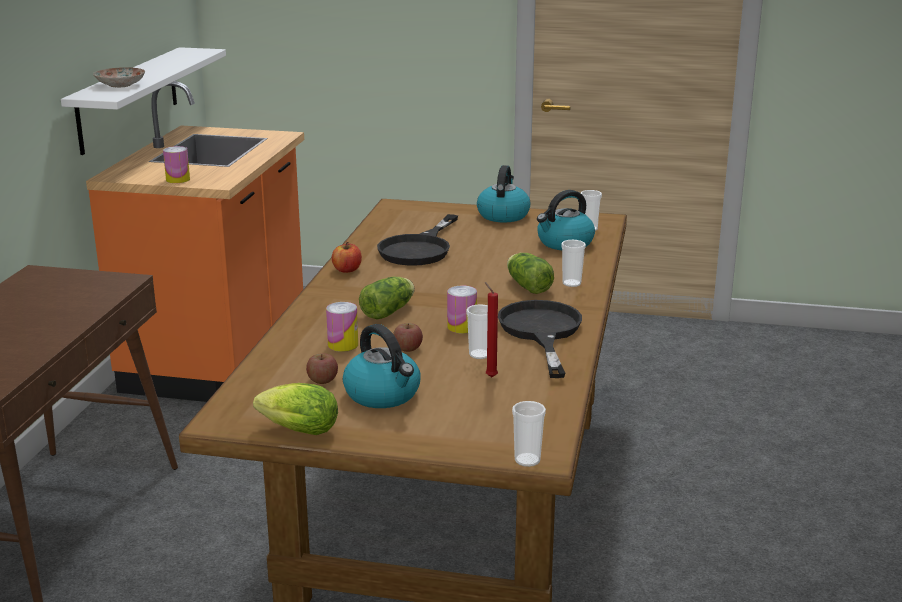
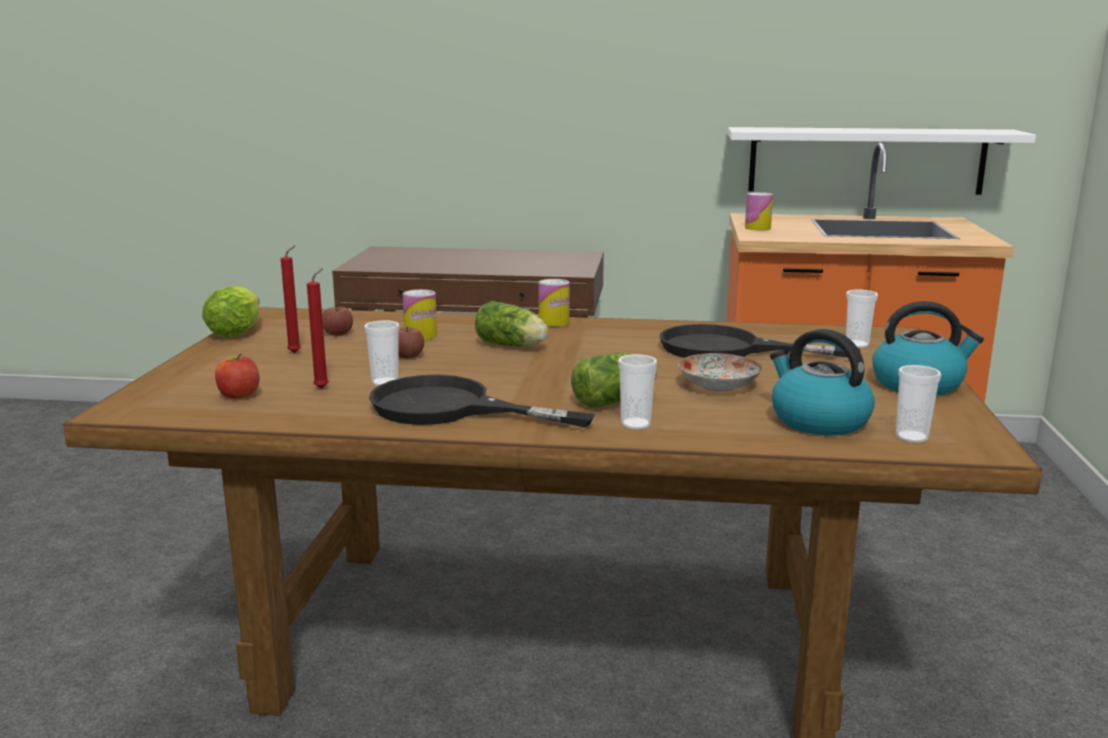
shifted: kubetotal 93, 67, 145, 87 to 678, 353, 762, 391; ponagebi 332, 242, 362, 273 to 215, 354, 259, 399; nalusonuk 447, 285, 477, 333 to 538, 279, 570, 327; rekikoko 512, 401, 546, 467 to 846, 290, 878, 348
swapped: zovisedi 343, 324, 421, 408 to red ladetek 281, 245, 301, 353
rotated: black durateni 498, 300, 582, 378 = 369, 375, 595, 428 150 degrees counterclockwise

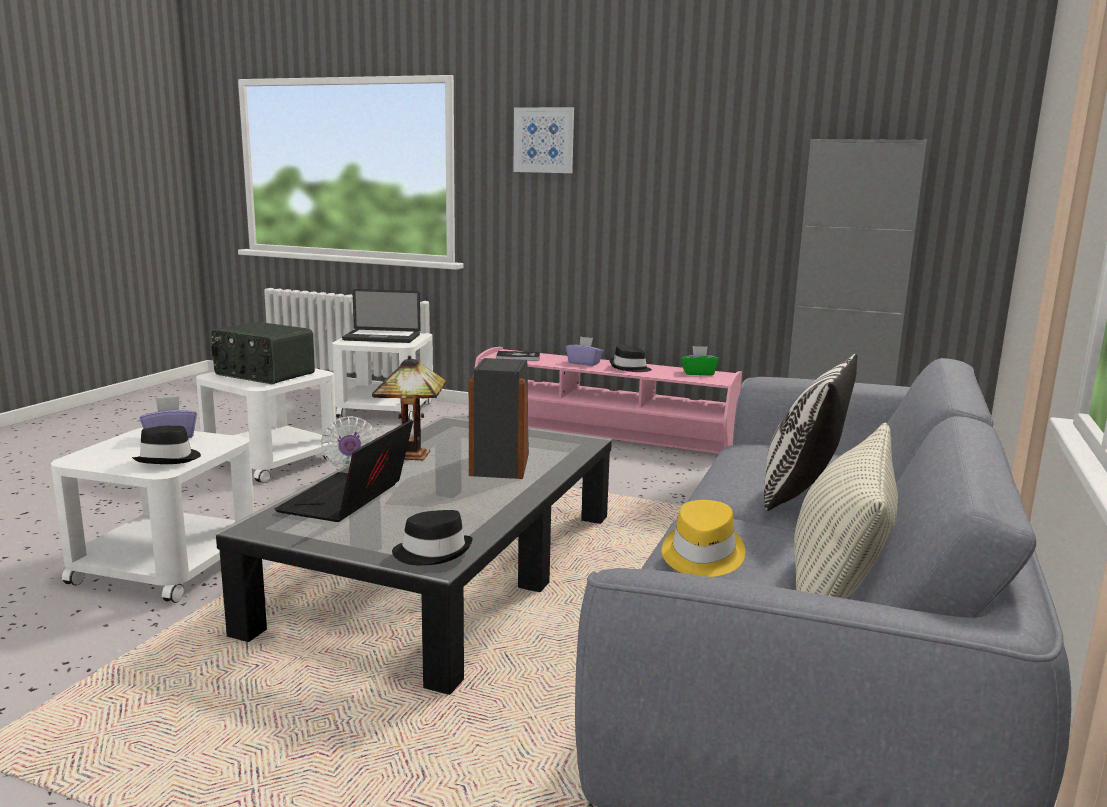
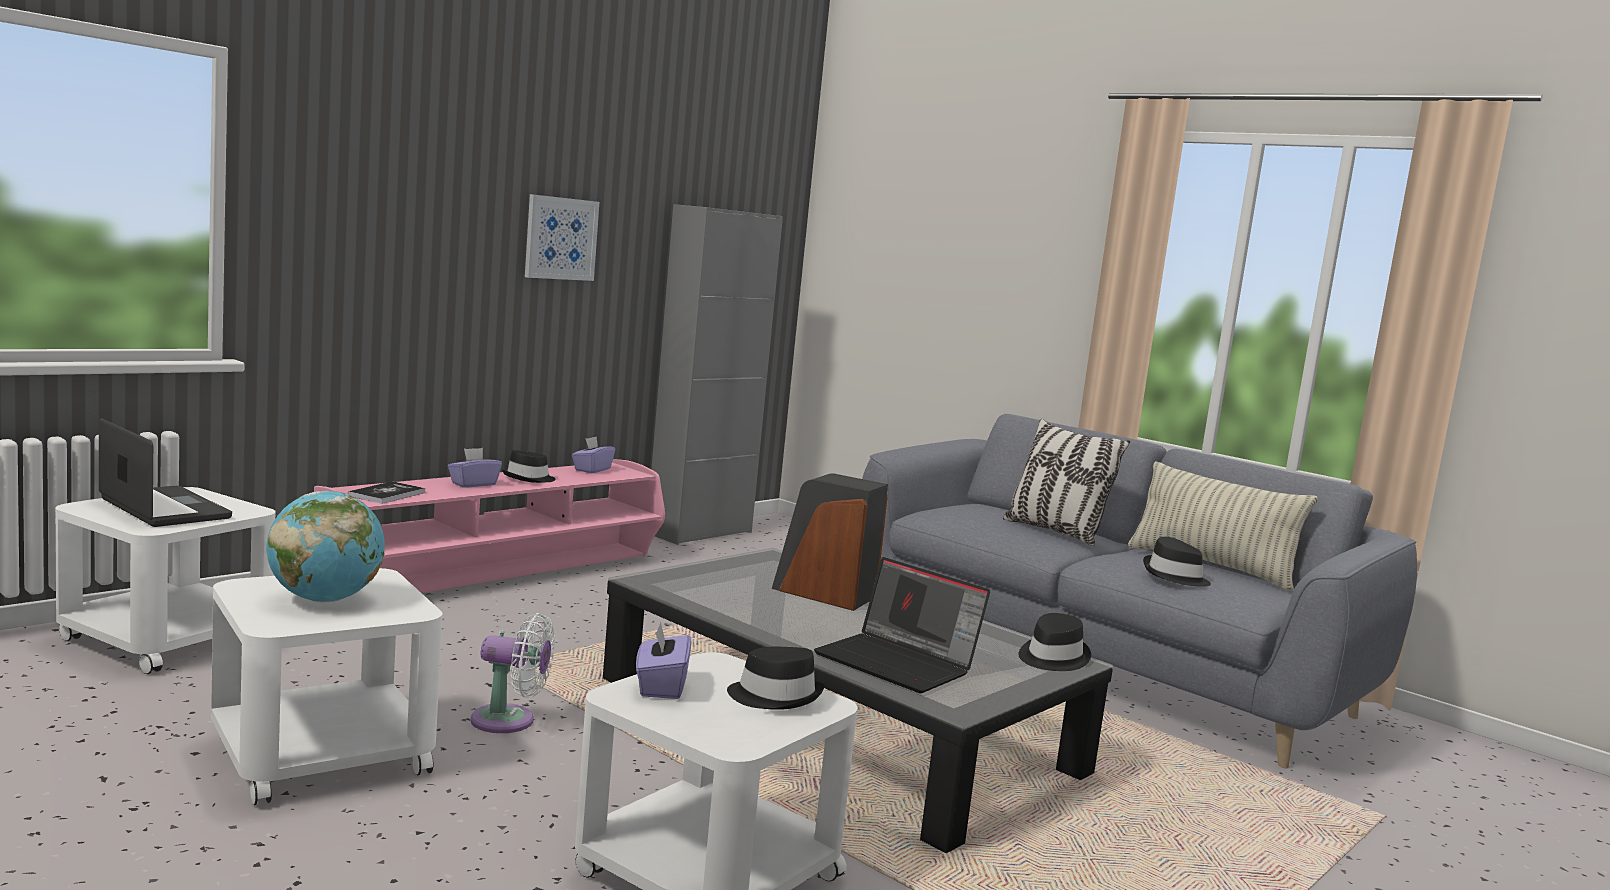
gone: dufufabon 372, 355, 446, 461
shifted: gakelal 513, 107, 574, 173 to 525, 194, 599, 281
swapped: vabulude 211, 322, 315, 384 to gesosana 267, 491, 385, 602
repainted: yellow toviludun 662, 500, 745, 577 to black toviludun 1143, 537, 1211, 587; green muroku 681, 346, 719, 376 to purple muroku 572, 437, 615, 473
rotated: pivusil 342, 289, 421, 343 = 99, 418, 232, 527 75 degrees counterclockwise

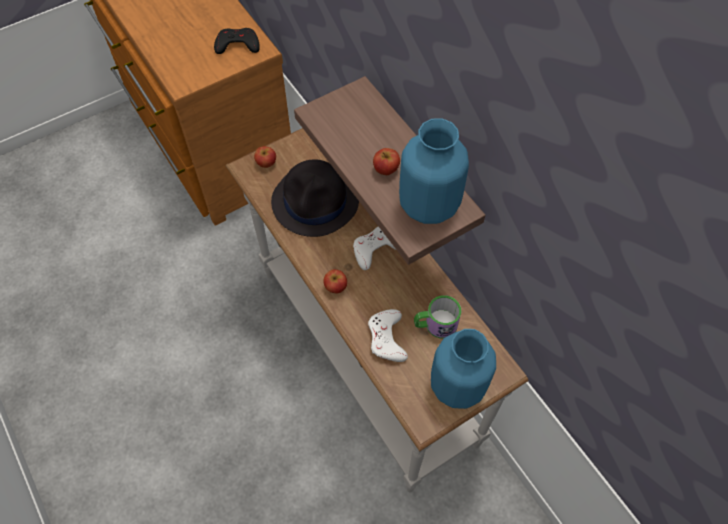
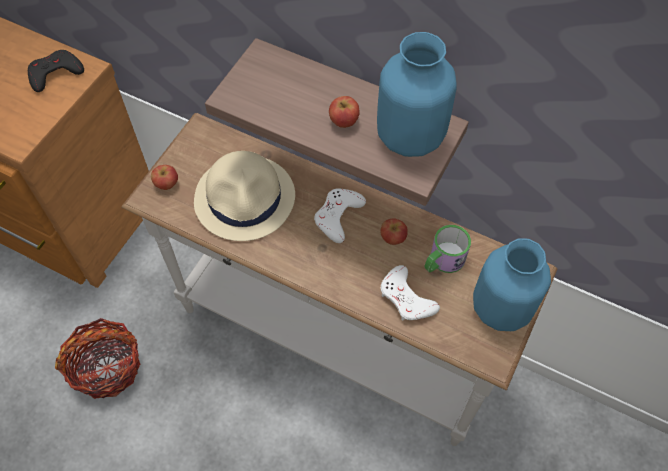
new: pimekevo 55, 318, 140, 399
shifted: ponagebi 323, 269, 347, 294 to 380, 218, 408, 245
repainted: black toviludun 271, 159, 359, 237 to beige toviludun 194, 151, 295, 241

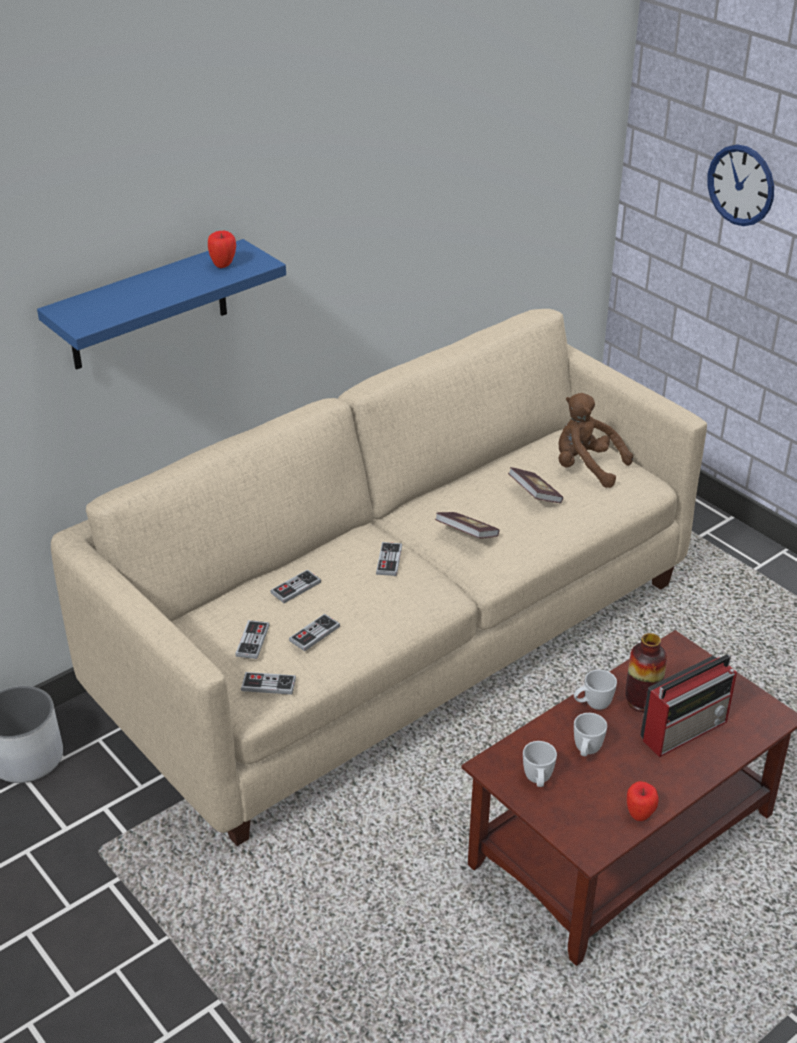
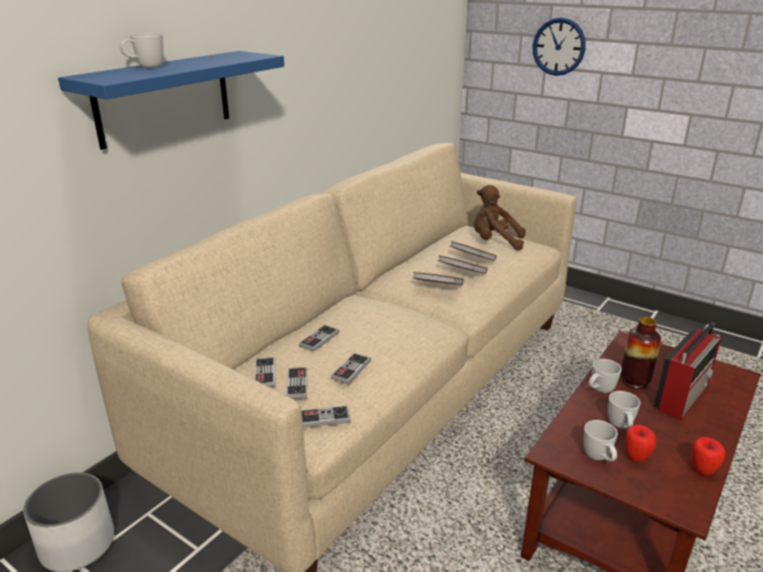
new: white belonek 120, 33, 164, 68; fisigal 438, 256, 487, 274
shifted: ponagebi 208, 231, 236, 268 to 625, 425, 656, 462; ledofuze 376, 542, 402, 576 to 255, 357, 275, 387

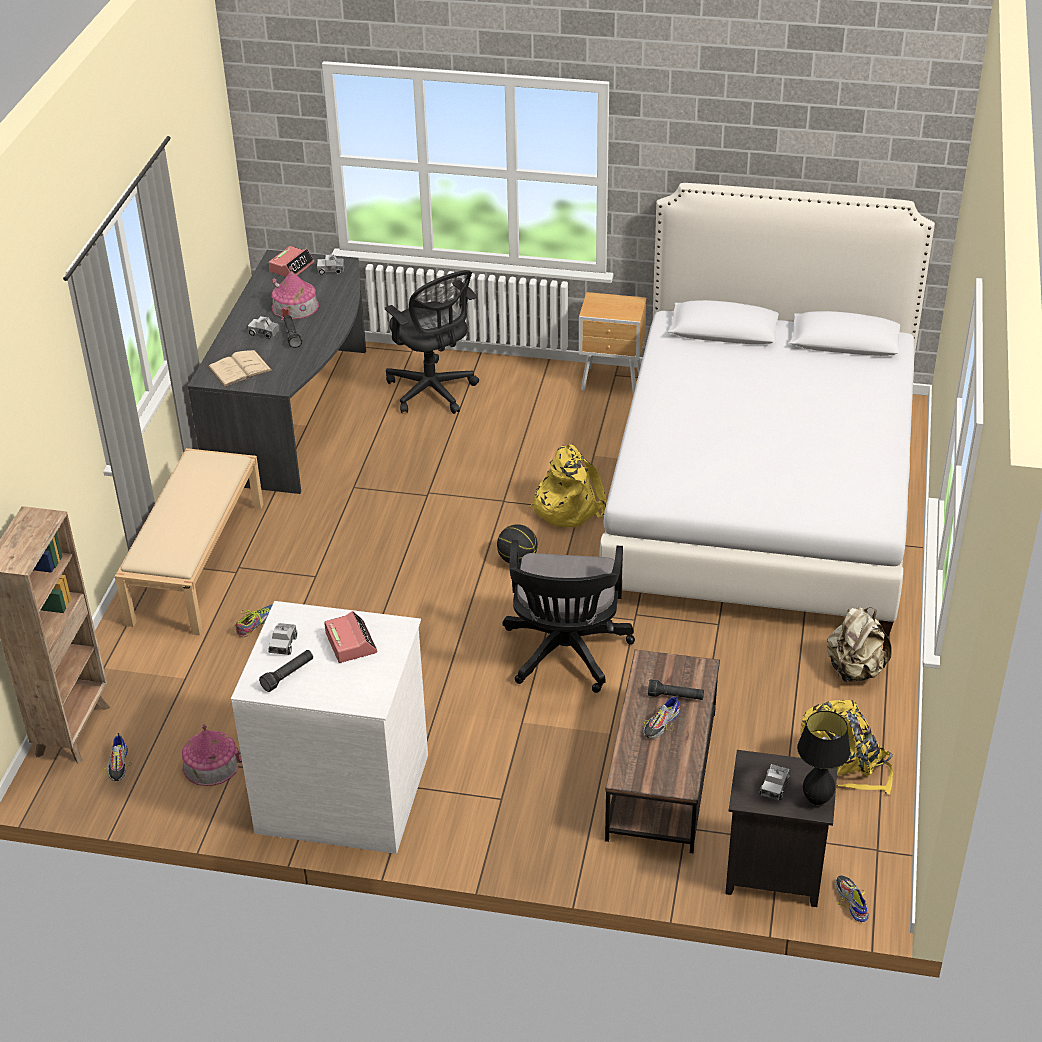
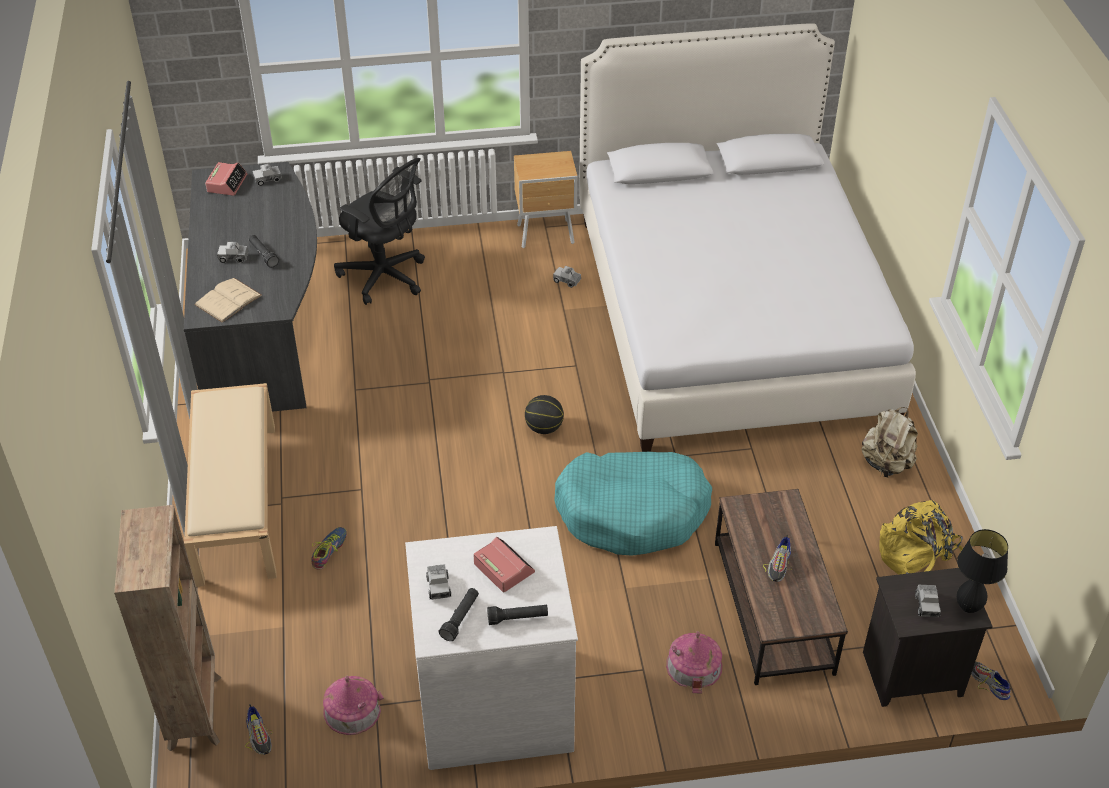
gone: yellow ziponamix 529, 444, 607, 527
new: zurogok 553, 266, 581, 288
shifted: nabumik 272, 266, 319, 321 to 666, 631, 722, 693; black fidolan 648, 679, 704, 700 to 487, 605, 548, 625
swapped: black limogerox 503, 540, 635, 693 to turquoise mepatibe 554, 452, 712, 556

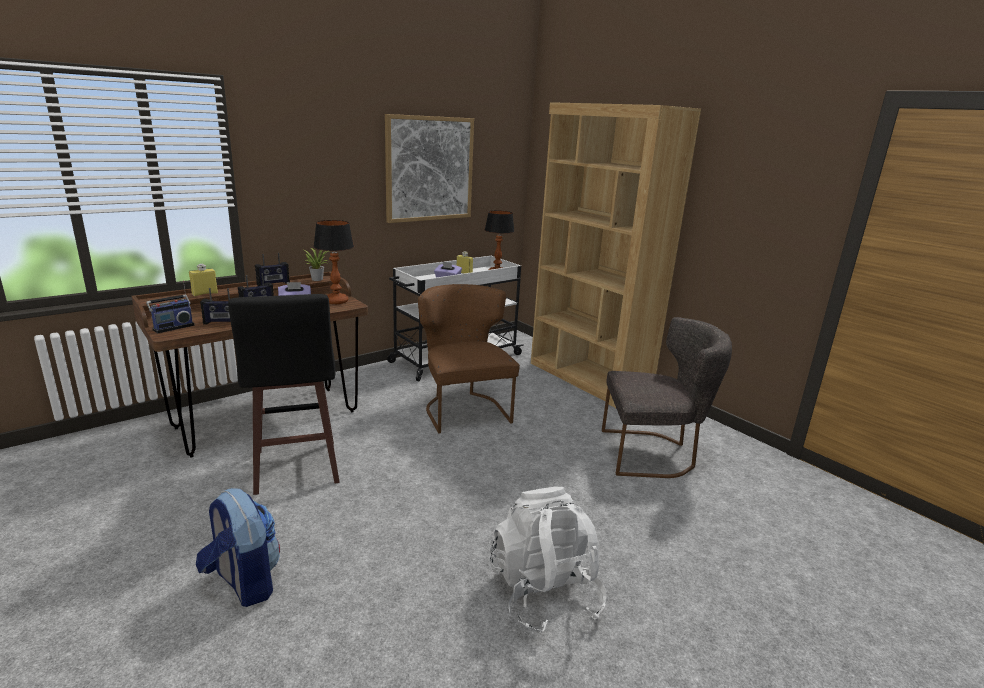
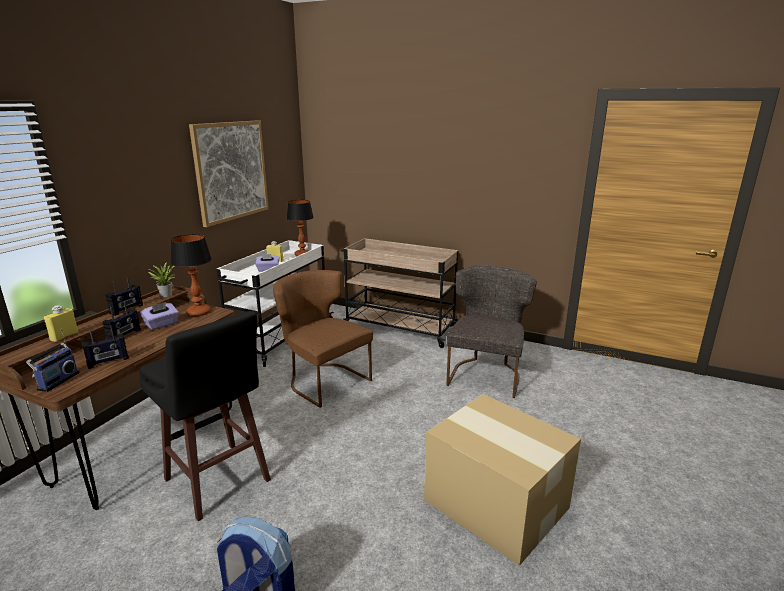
swapped: white ziponamix 490, 487, 607, 634 to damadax 424, 394, 581, 566; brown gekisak 531, 102, 701, 408 to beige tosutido 341, 238, 458, 348
rotated: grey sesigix 602, 317, 732, 478 = 446, 265, 537, 398 45 degrees counterclockwise

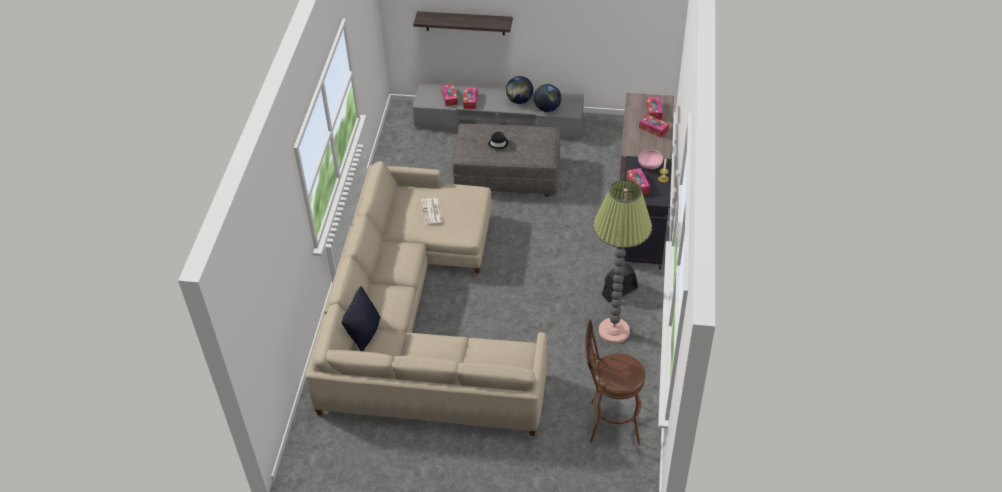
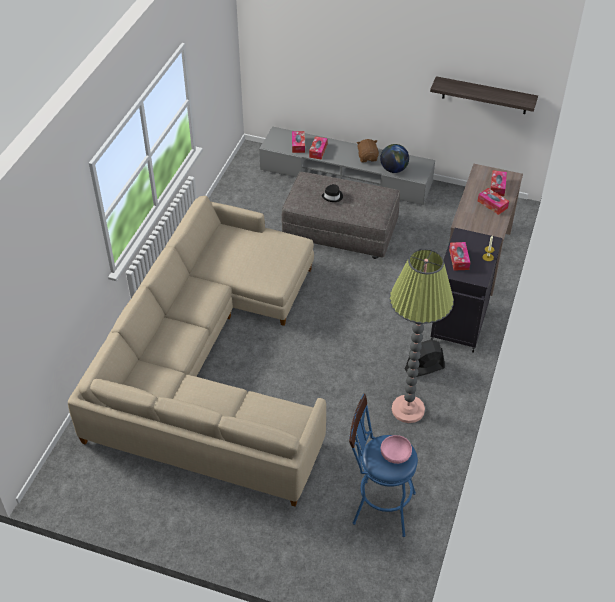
gone: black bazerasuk 342, 286, 381, 351; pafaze 421, 198, 443, 224
shifted: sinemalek 413, 11, 513, 35 to 430, 76, 538, 114; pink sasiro 638, 150, 663, 169 to 381, 435, 412, 464
swapped: gesosana 506, 76, 534, 104 to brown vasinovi 357, 139, 379, 162
repainted: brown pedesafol 585, 319, 645, 445 to blue pedesafol 349, 394, 418, 537

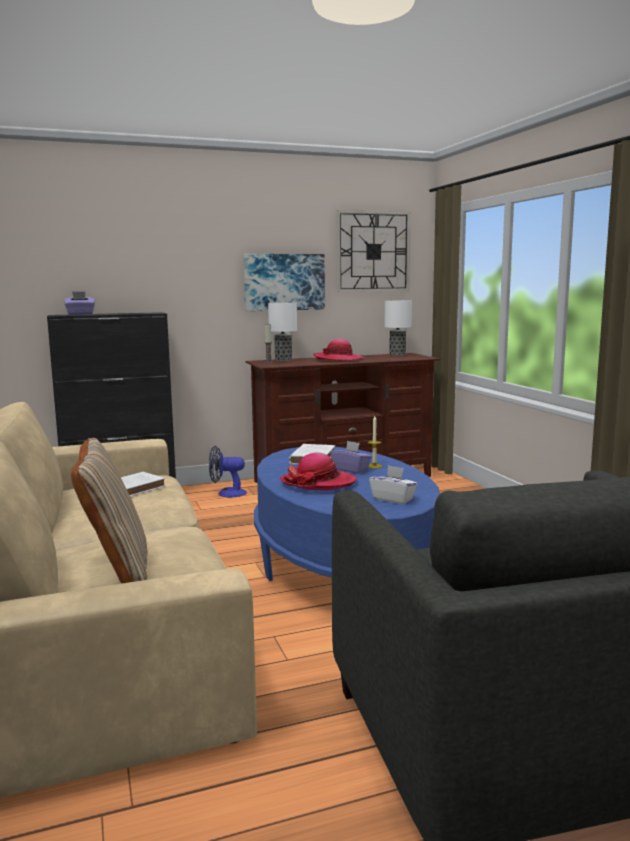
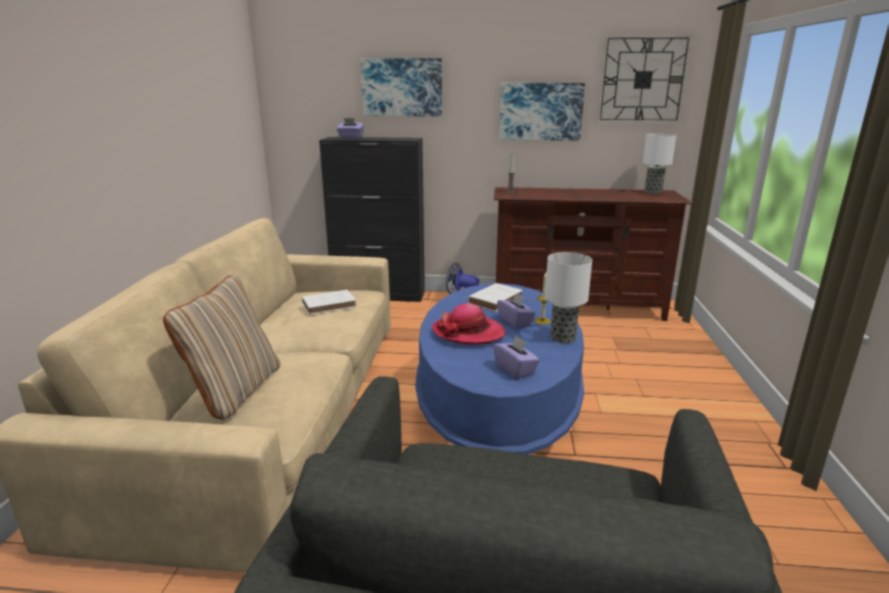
gone: toviludun 313, 339, 364, 361
new: gakelal 360, 58, 442, 116
shifted: dufufabon 268, 302, 297, 361 to 545, 252, 592, 343
repainted: white muroku 369, 465, 418, 504 to purple muroku 493, 335, 540, 379

